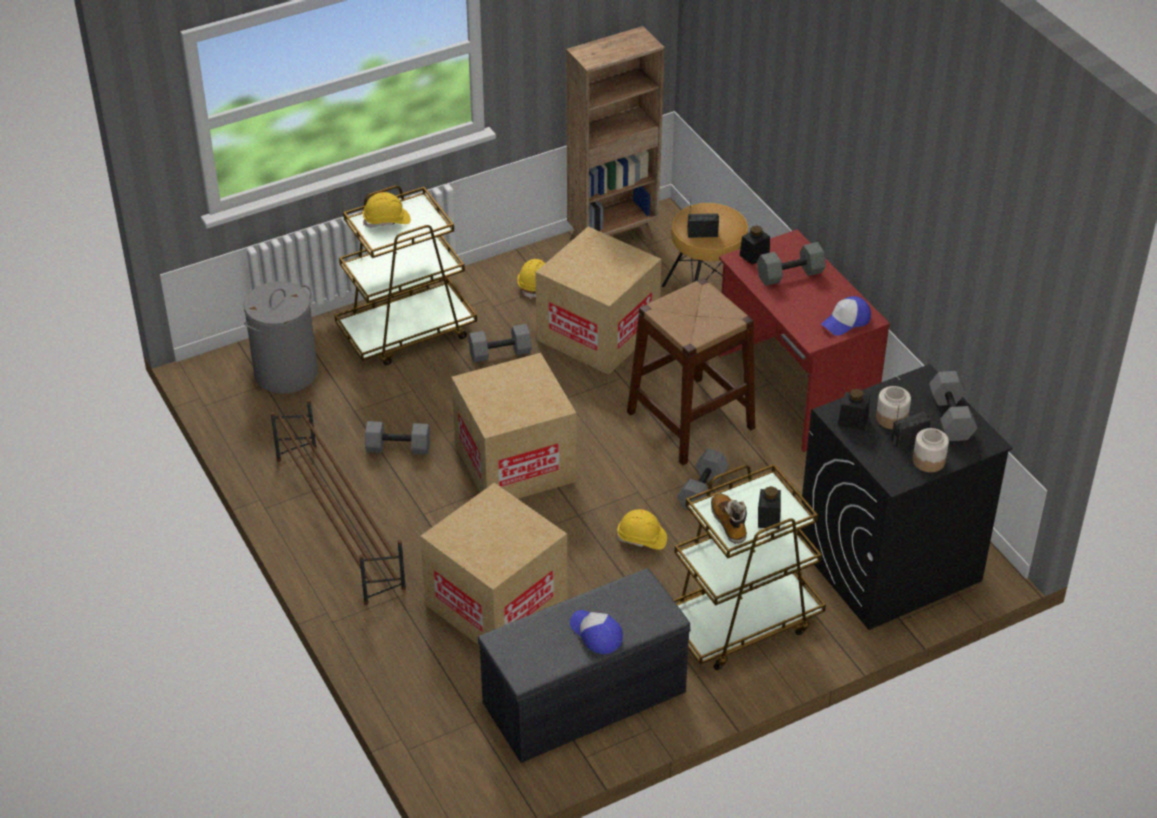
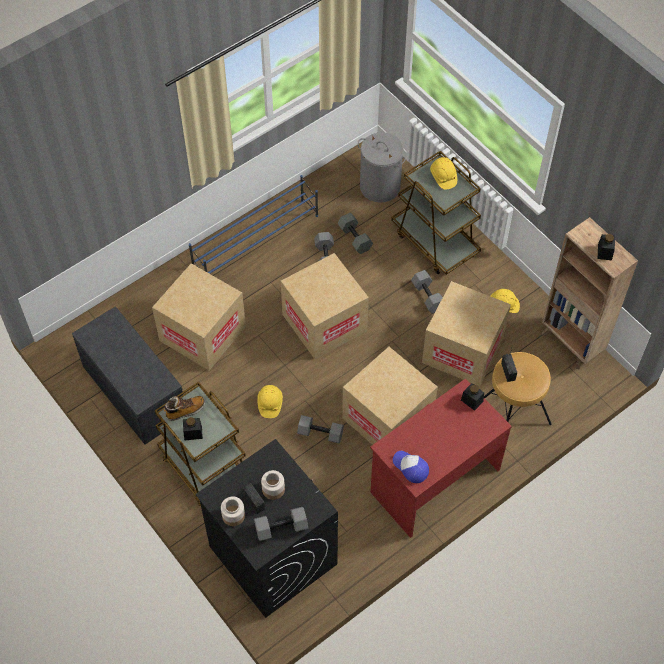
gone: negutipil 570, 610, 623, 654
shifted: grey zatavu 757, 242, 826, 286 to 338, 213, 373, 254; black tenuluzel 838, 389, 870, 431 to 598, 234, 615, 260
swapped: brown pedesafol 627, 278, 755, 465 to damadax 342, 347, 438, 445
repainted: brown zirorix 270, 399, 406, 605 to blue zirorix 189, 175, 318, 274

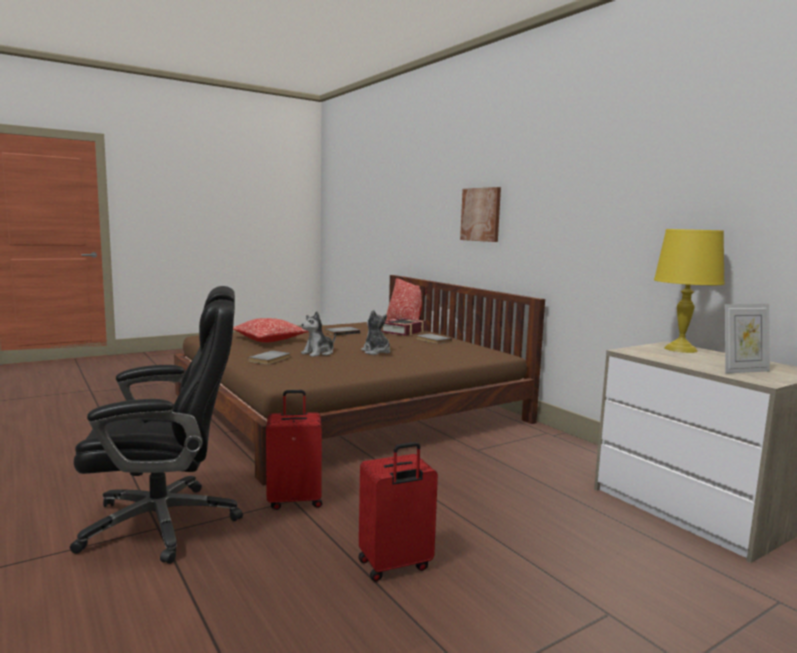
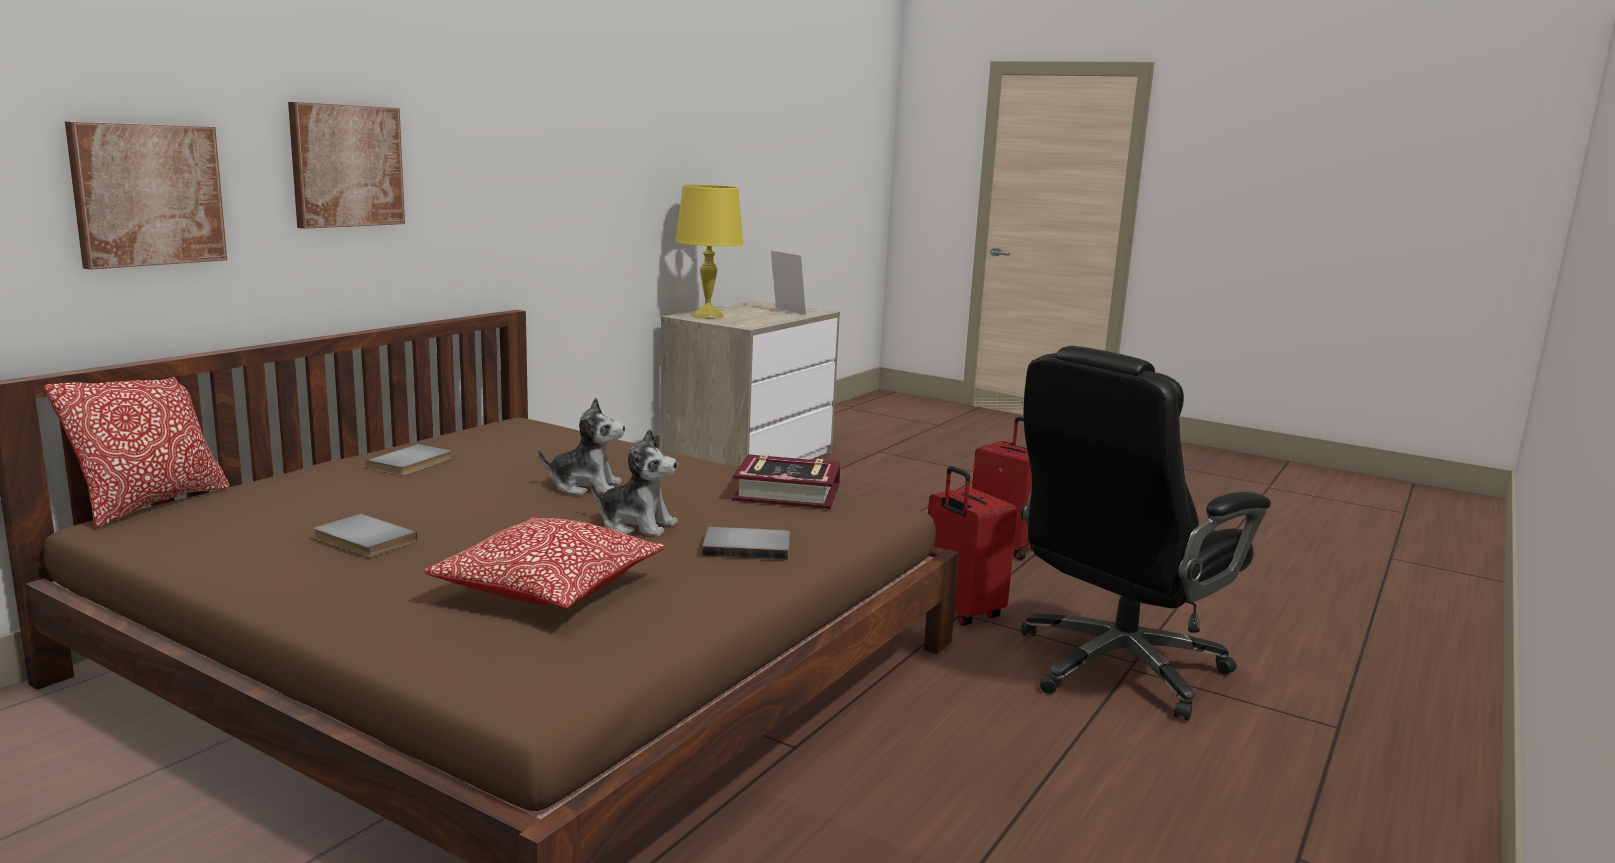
new: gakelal 65, 121, 227, 270
shifted: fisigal 382, 318, 426, 336 to 732, 454, 841, 509
rotated: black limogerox 70, 286, 243, 564 = 1021, 346, 1271, 721 90 degrees counterclockwise; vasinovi 361, 310, 391, 355 = 538, 398, 625, 495 120 degrees counterclockwise

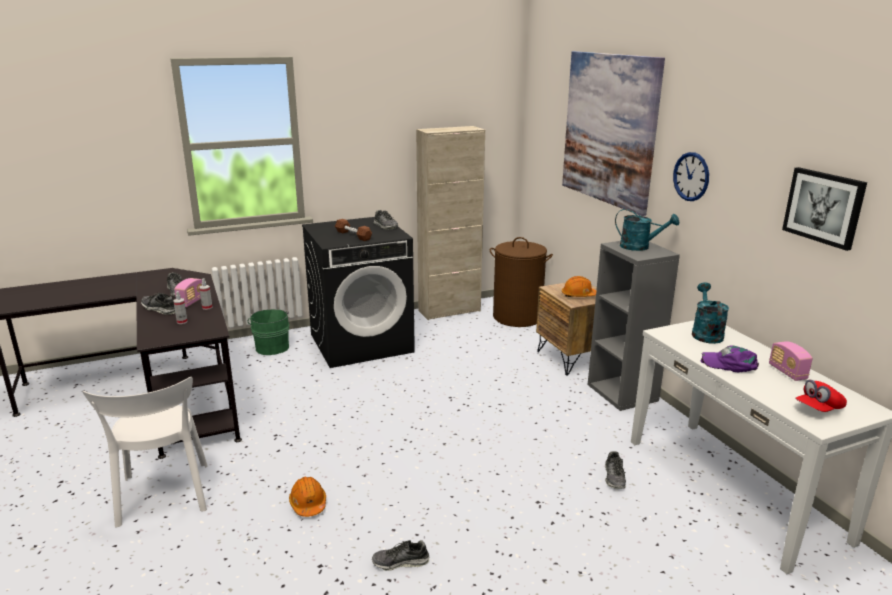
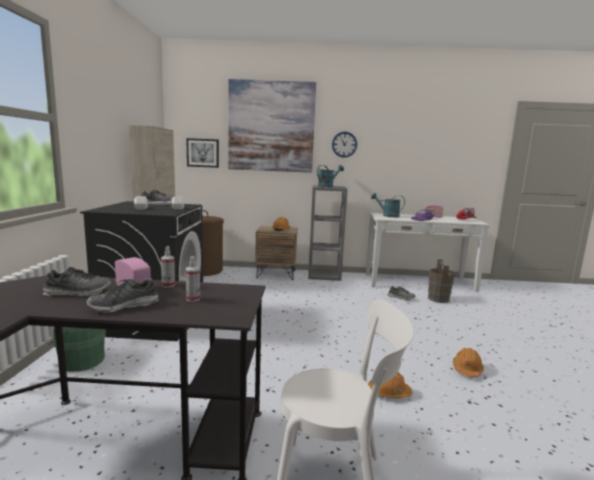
new: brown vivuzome 428, 259, 455, 303
shifted: gakelal 782, 167, 867, 251 to 186, 138, 219, 168
swapped: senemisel 372, 540, 429, 571 to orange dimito 453, 348, 484, 377
repainted: brown zatavu 335, 219, 372, 241 to white zatavu 134, 196, 184, 210

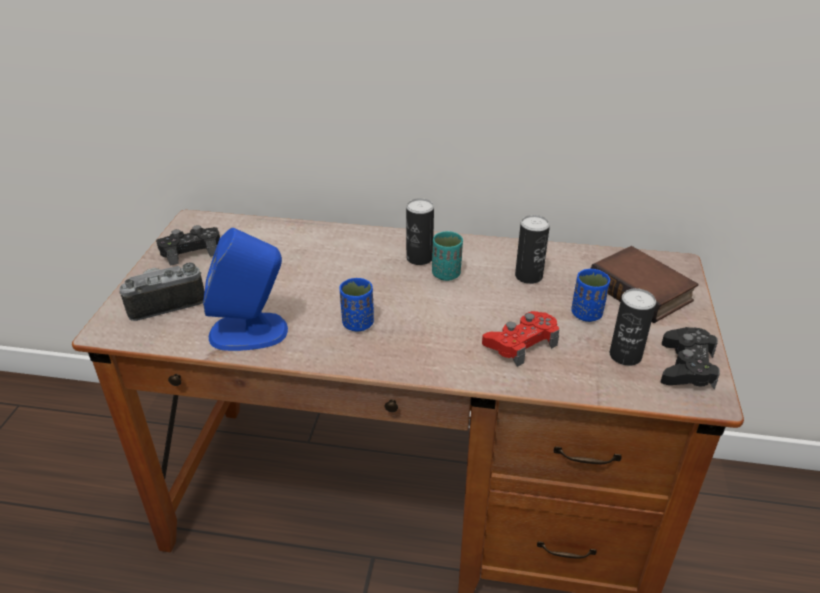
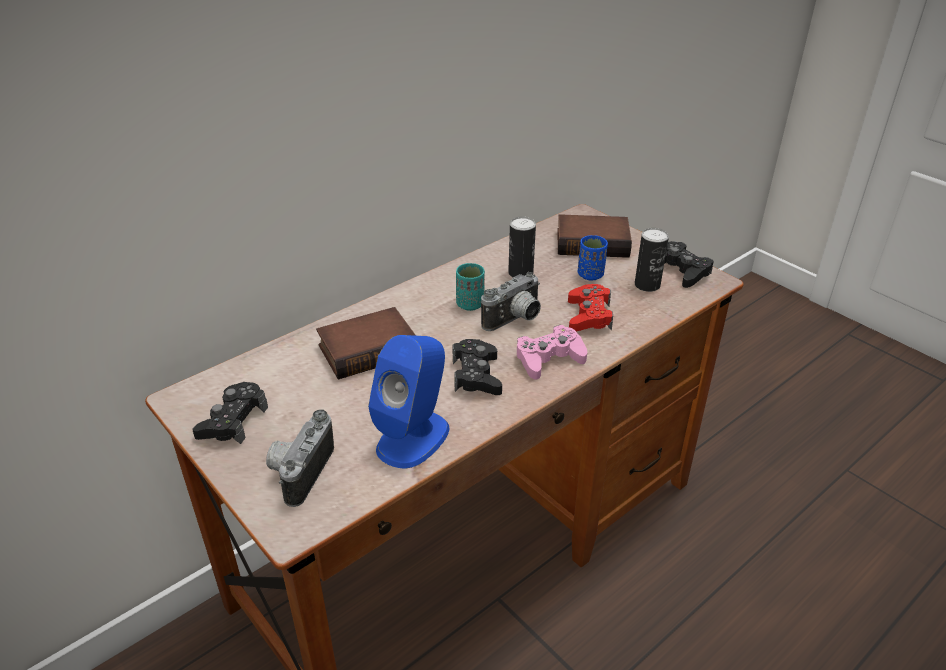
gone: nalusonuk 406, 198, 434, 265
new: fisigal 316, 307, 416, 379; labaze 481, 272, 541, 331; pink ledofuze 517, 325, 587, 380
swapped: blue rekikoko 340, 278, 374, 332 to black ledofuze 453, 339, 502, 395

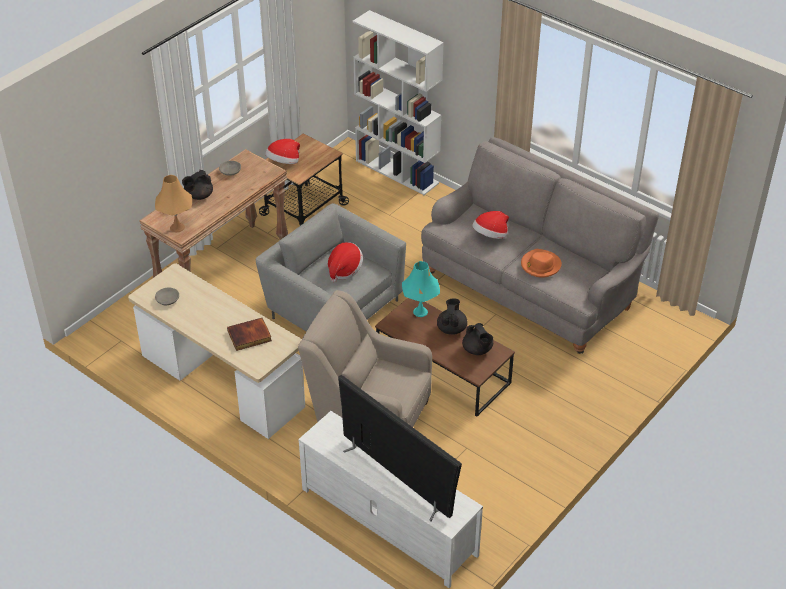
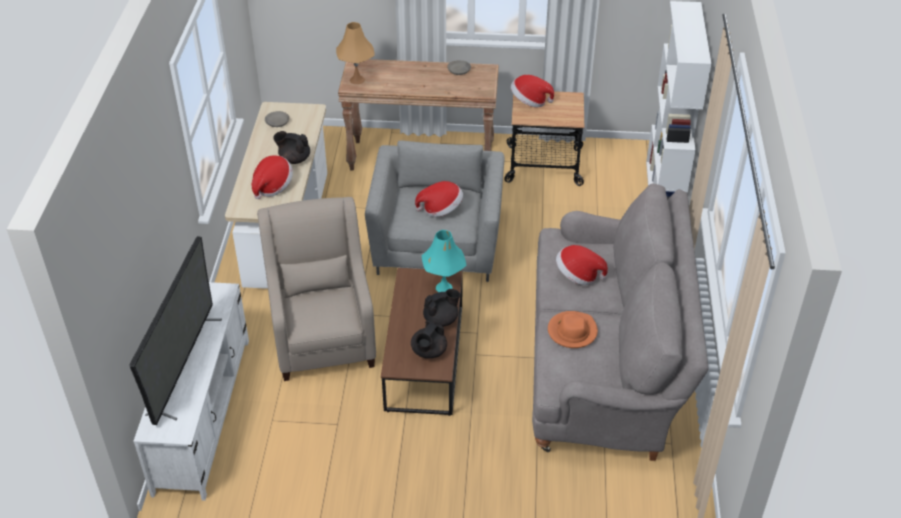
shifted: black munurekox 182, 170, 213, 200 to 273, 131, 310, 164
swapped: fisigal 227, 318, 272, 351 to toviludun 252, 155, 293, 199

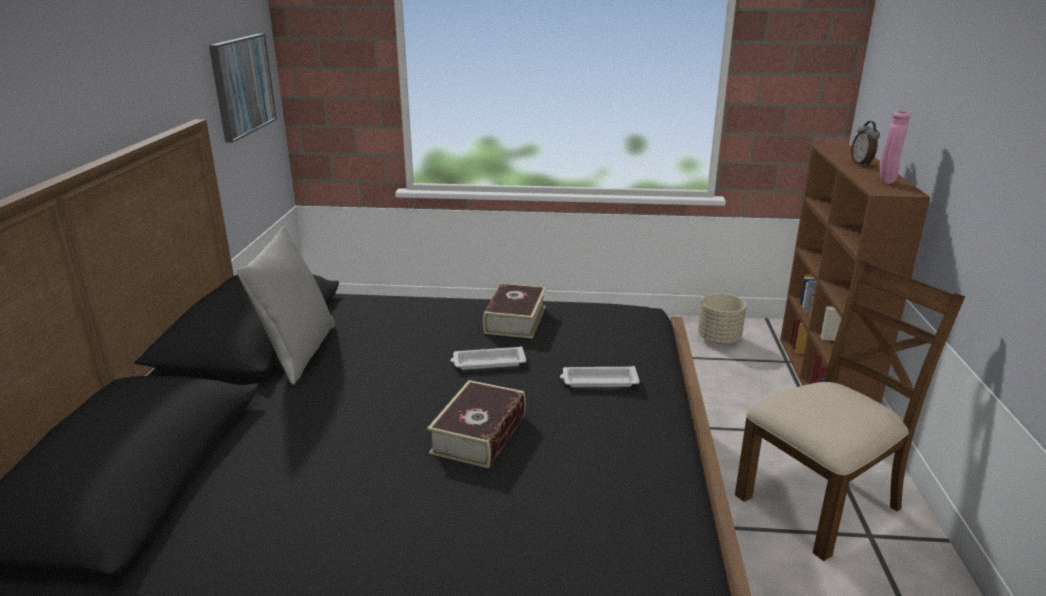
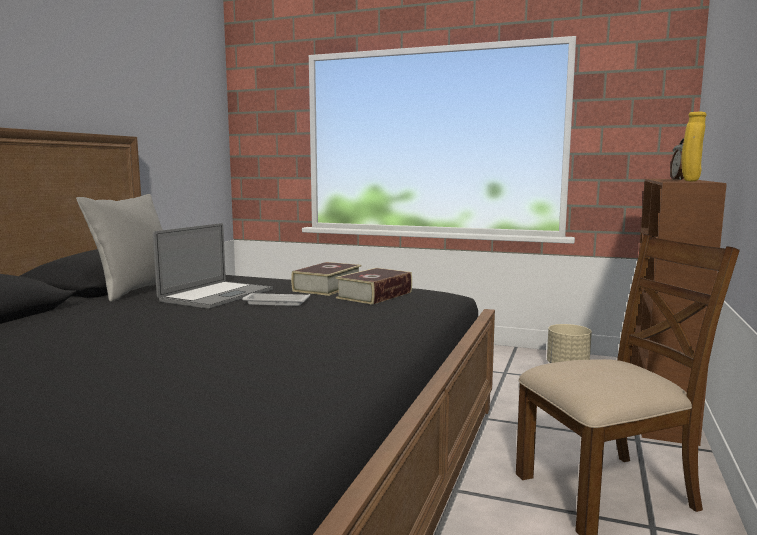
gone: gakelal 209, 34, 277, 143; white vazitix 560, 366, 640, 387
new: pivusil 153, 223, 273, 309
shifted: fisigal 427, 380, 526, 468 to 336, 268, 412, 305
repainted: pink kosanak 879, 111, 911, 184 to yellow kosanak 681, 112, 706, 182

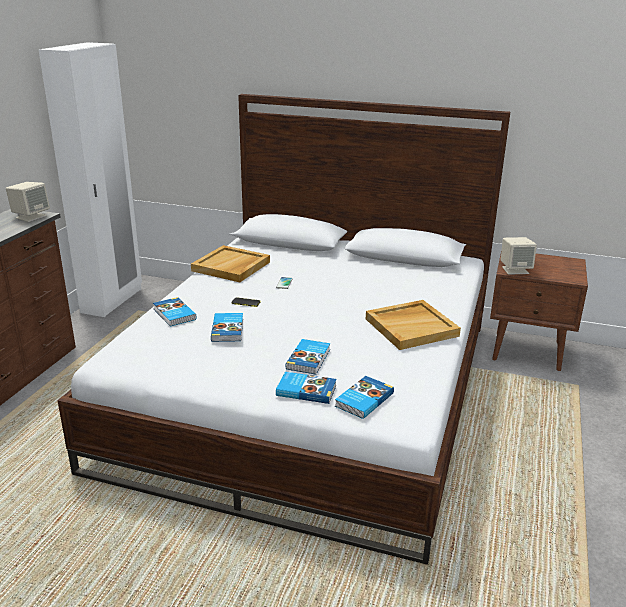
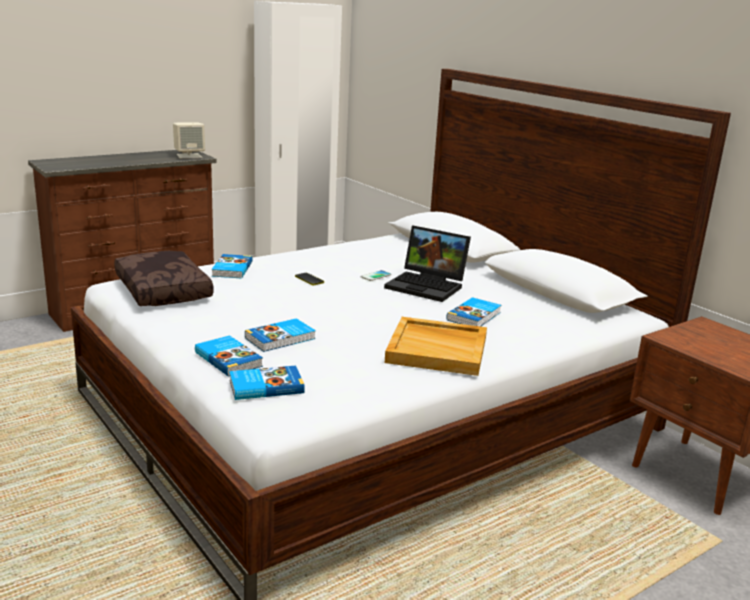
gone: beige vazitix 191, 245, 270, 282; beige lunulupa 501, 237, 537, 275
new: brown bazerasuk 114, 251, 214, 306; pivusil 384, 226, 471, 302
shifted: fisigal 211, 313, 243, 342 to 446, 297, 502, 327

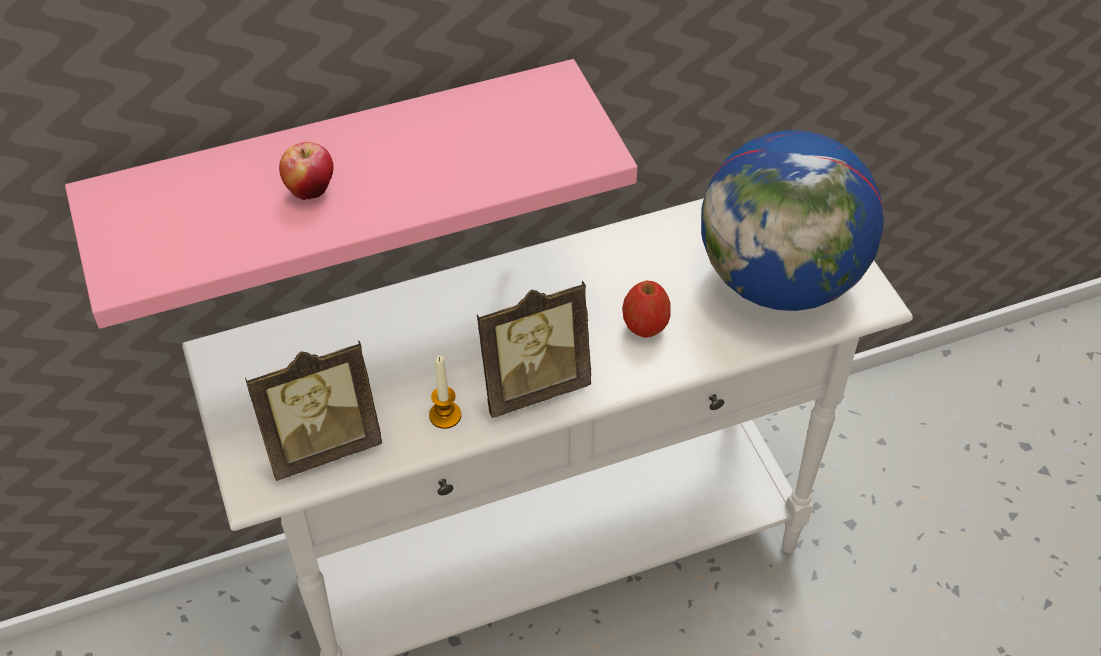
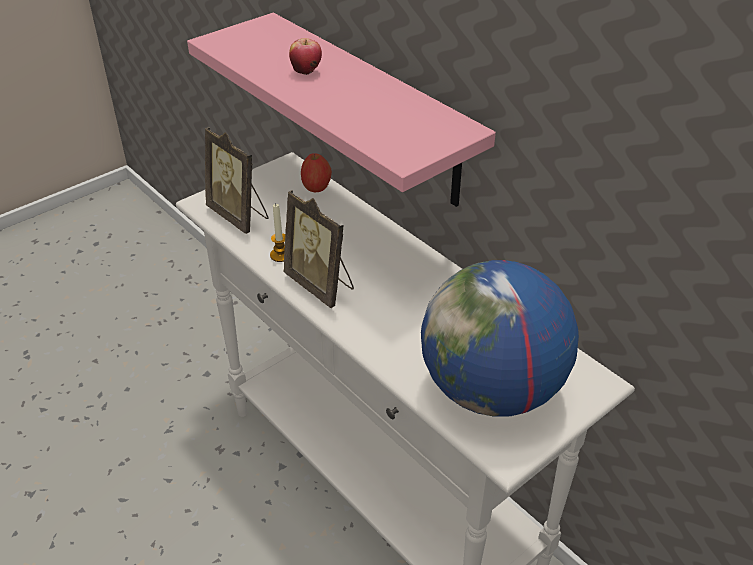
shifted: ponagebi 622, 280, 670, 338 to 301, 153, 332, 192

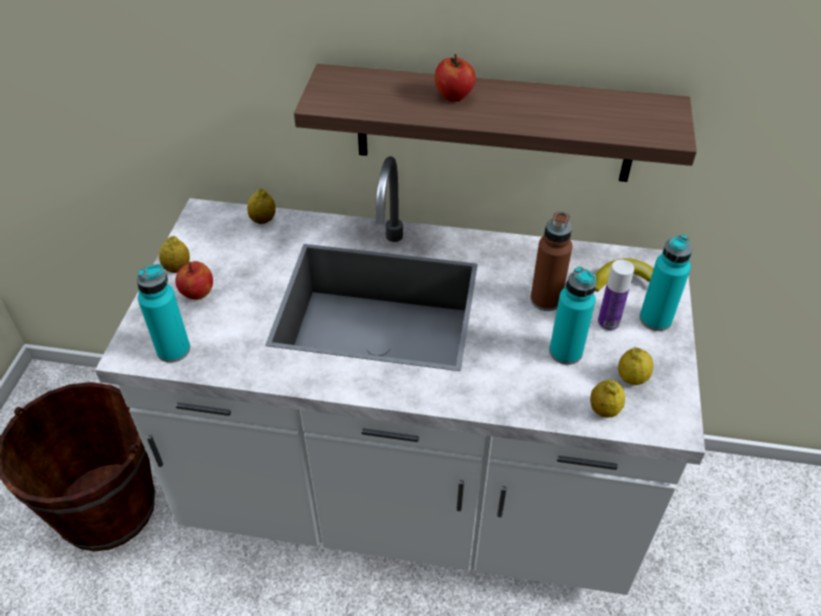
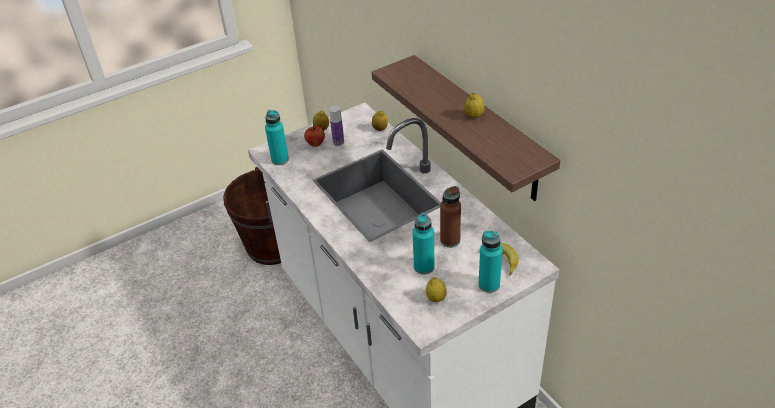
gone: ponagebi 435, 54, 476, 102
shifted: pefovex 590, 379, 625, 418 to 464, 93, 485, 118; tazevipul 598, 260, 634, 331 to 329, 106, 344, 146

